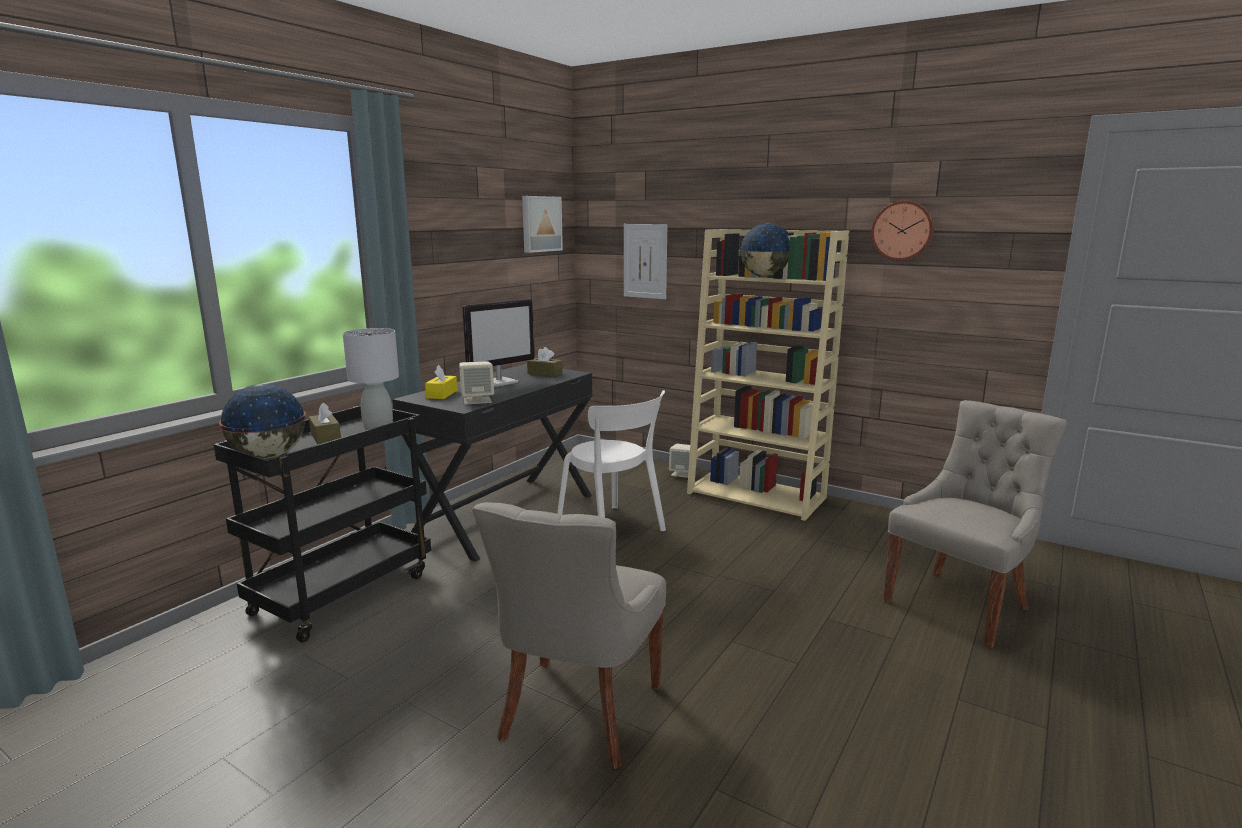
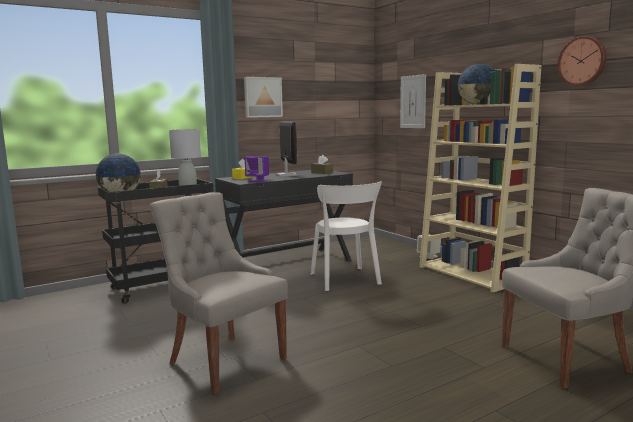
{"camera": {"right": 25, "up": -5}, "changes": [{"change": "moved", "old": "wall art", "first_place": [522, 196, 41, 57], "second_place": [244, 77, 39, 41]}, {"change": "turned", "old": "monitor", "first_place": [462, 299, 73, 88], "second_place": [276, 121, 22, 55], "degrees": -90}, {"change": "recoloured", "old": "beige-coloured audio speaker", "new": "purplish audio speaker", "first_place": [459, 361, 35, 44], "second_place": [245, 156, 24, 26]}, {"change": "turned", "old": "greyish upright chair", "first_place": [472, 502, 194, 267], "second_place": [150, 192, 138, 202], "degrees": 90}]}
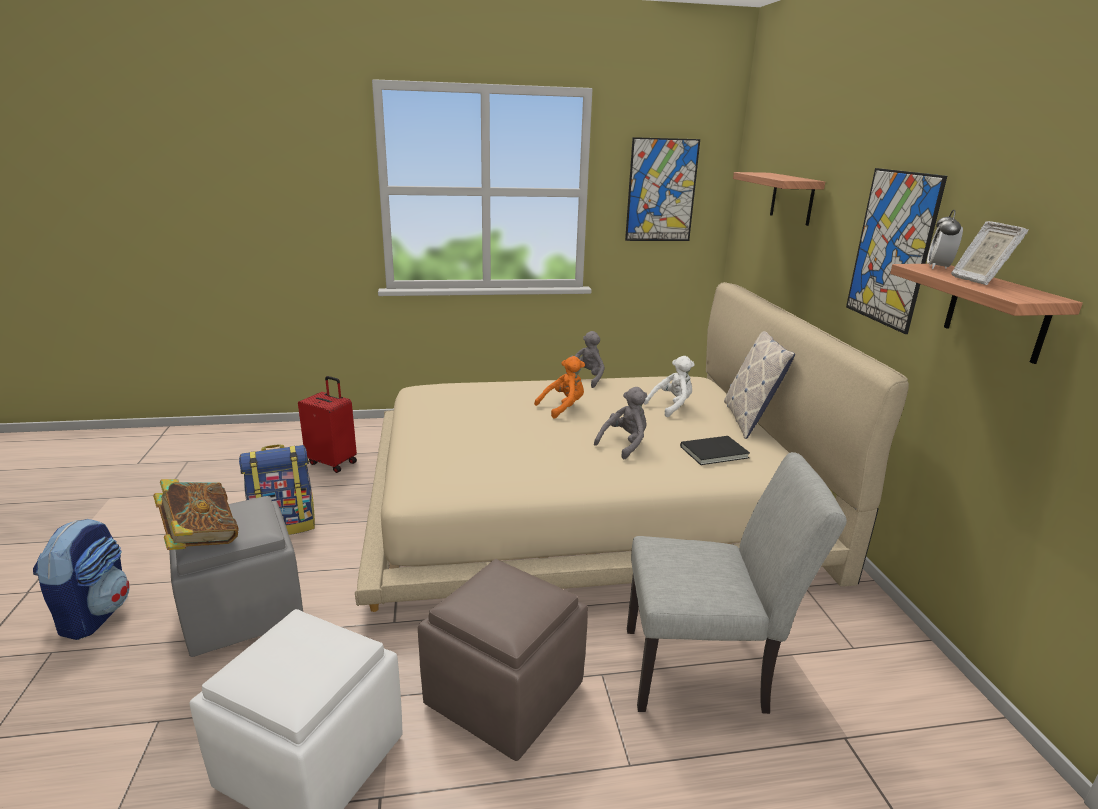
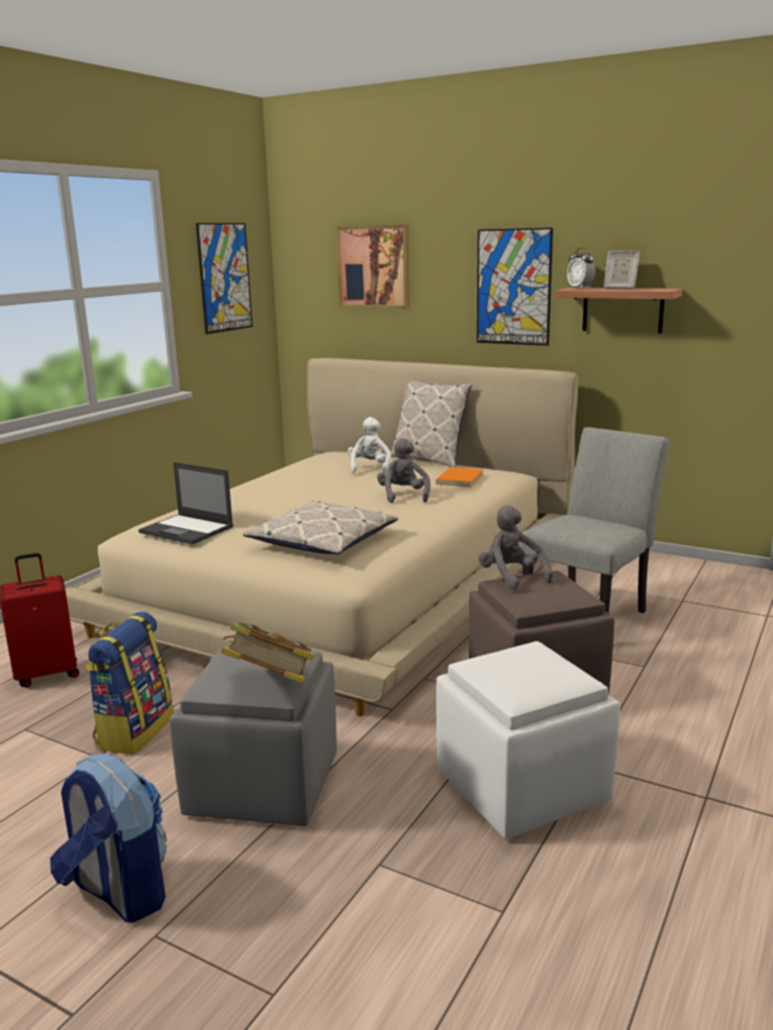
{"camera": {"right": -50, "up": -5}, "changes": [{"change": "replaced", "old": "bracket shelf", "new": "wall art", "first_place": [733, 172, 92, 54], "second_place": [336, 224, 74, 85]}, {"change": "moved", "old": "greyish soft toy", "first_place": [570, 331, 35, 57], "second_place": [479, 505, 74, 85]}, {"change": "removed", "old": "orange-coloured soft toy", "first_place": [534, 356, 51, 63]}, {"change": "recoloured", "old": "blackish bound book", "new": "orange-coloured bound book", "first_place": [680, 436, 70, 29], "second_place": [436, 467, 48, 20]}, {"change": "added", "new": "laptop", "second_place": [138, 462, 95, 83]}, {"change": "added", "new": "throw pillow", "second_place": [243, 501, 156, 54]}]}
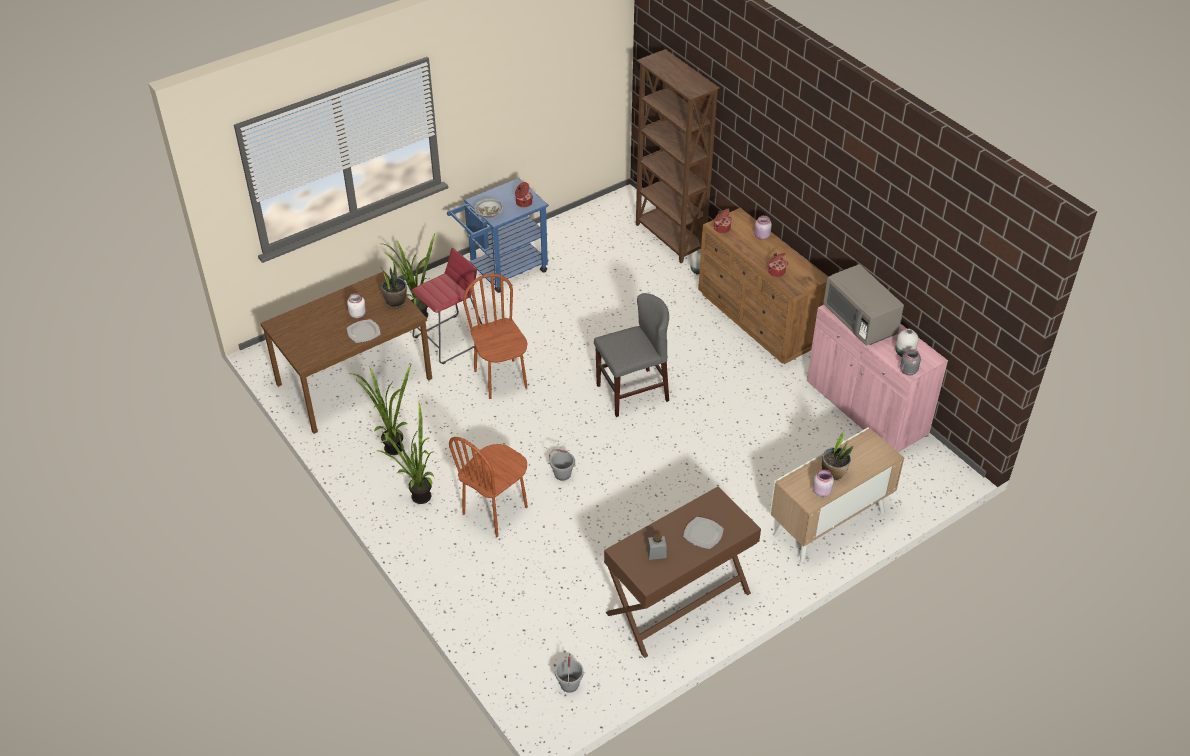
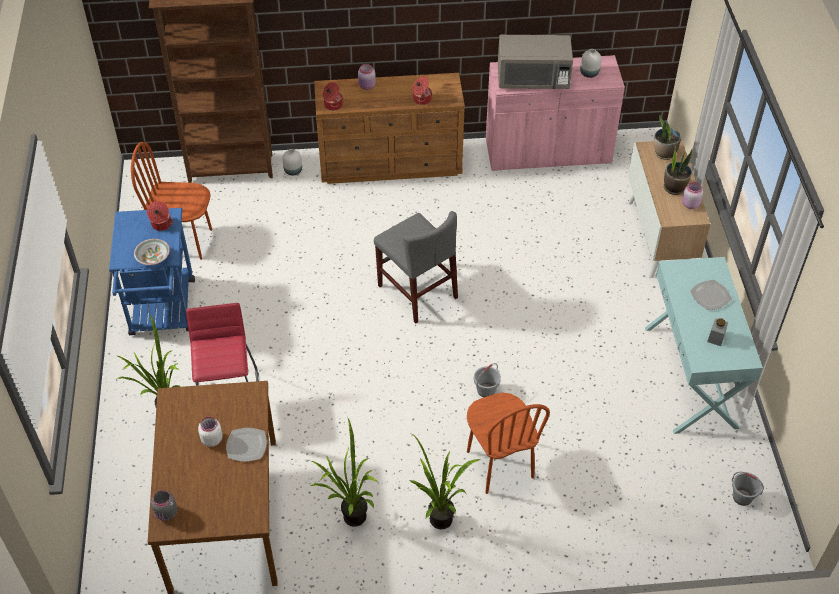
{"camera": {"right": -60, "up": 5}, "changes": [{"change": "moved", "old": "potted plant", "first_place": [380, 261, 27, 48], "second_place": [654, 115, 27, 45]}, {"change": "moved", "old": "brown-coloured upright chair", "first_place": [463, 273, 64, 126], "second_place": [131, 142, 81, 118]}, {"change": "turned", "old": "greyish upright chair", "first_place": [594, 293, 75, 124], "second_place": [374, 211, 84, 112], "degrees": 135}, {"change": "moved", "old": "greyish preserve jar", "first_place": [900, 349, 21, 26], "second_place": [151, 490, 26, 31]}, {"change": "recoloured", "old": "brown-coloured console table", "new": "turquoise-coloured console table", "first_place": [604, 486, 157, 172], "second_place": [645, 257, 118, 177]}]}
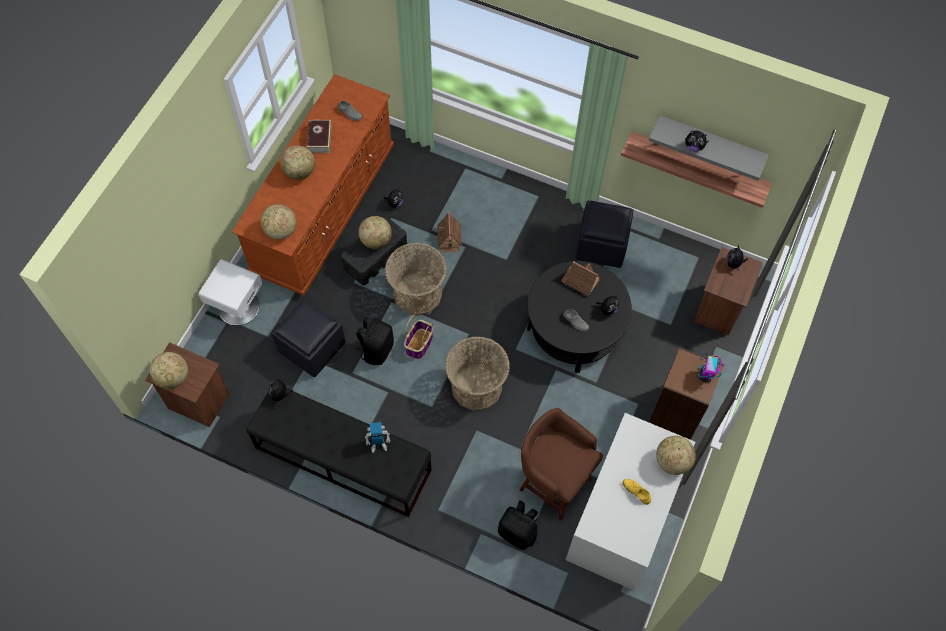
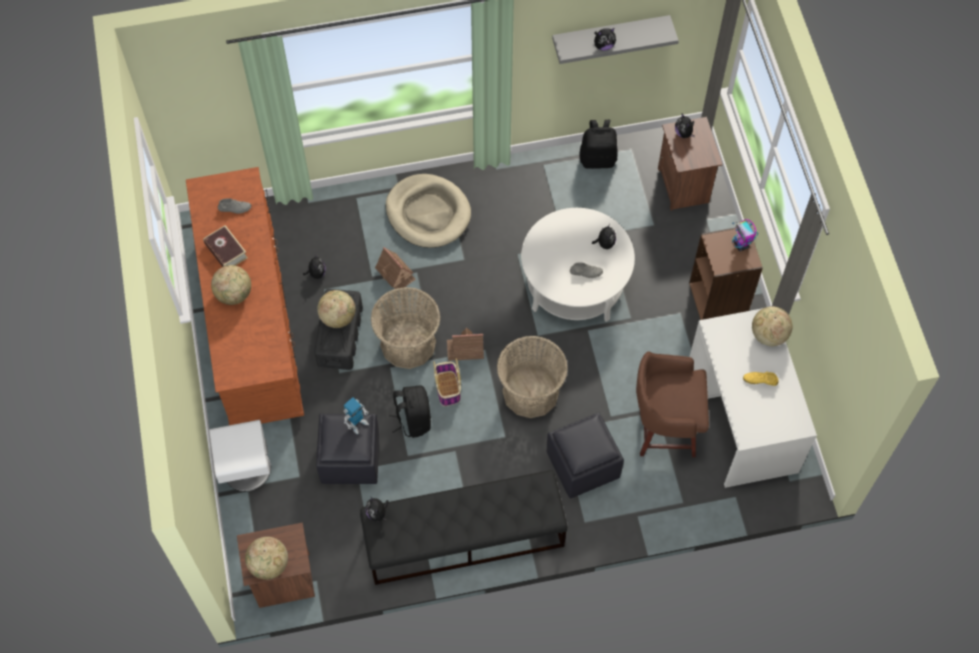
{"camera": {"right": -35, "up": 0}, "changes": [{"change": "removed", "old": "bracket shelf", "first_place": [621, 132, 151, 76]}, {"change": "moved", "old": "blackish ottoman", "first_place": [576, 200, 57, 68], "second_place": [547, 412, 77, 87]}, {"change": "removed", "old": "globe", "first_place": [261, 204, 35, 35]}, {"change": "recoloured", "old": "blackish low table", "new": "white low table", "first_place": [527, 261, 105, 112], "second_place": [521, 208, 114, 114]}, {"change": "moved", "old": "model house", "first_place": [561, 261, 39, 35], "second_place": [447, 328, 37, 33]}, {"change": "moved", "old": "robot figure", "first_place": [365, 422, 25, 31], "second_place": [344, 397, 25, 37]}, {"change": "moved", "old": "blackish knapsack", "first_place": [498, 500, 40, 50], "second_place": [579, 120, 39, 49]}, {"change": "added", "new": "beige-coloured dog bed", "second_place": [386, 174, 85, 74]}]}
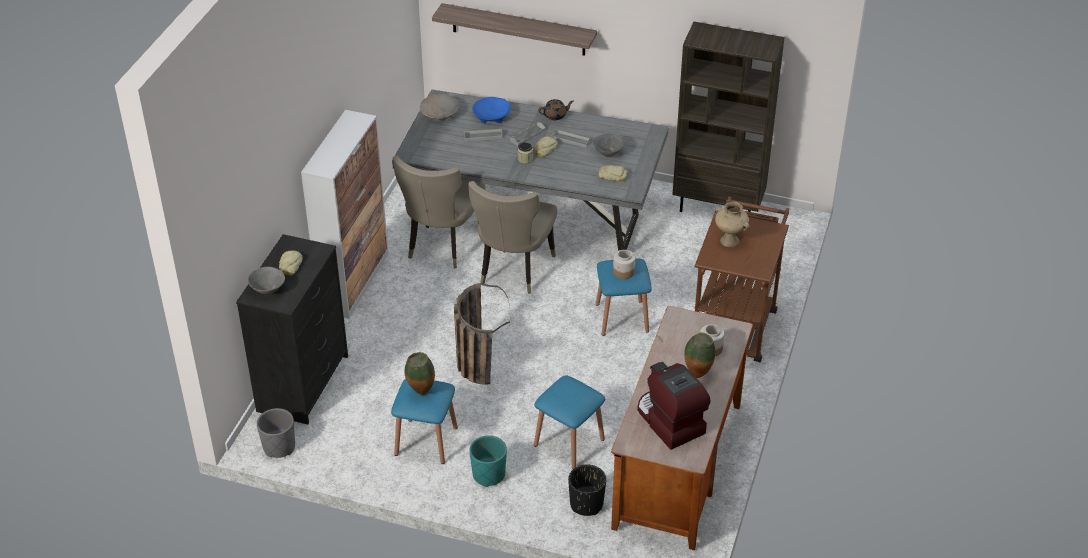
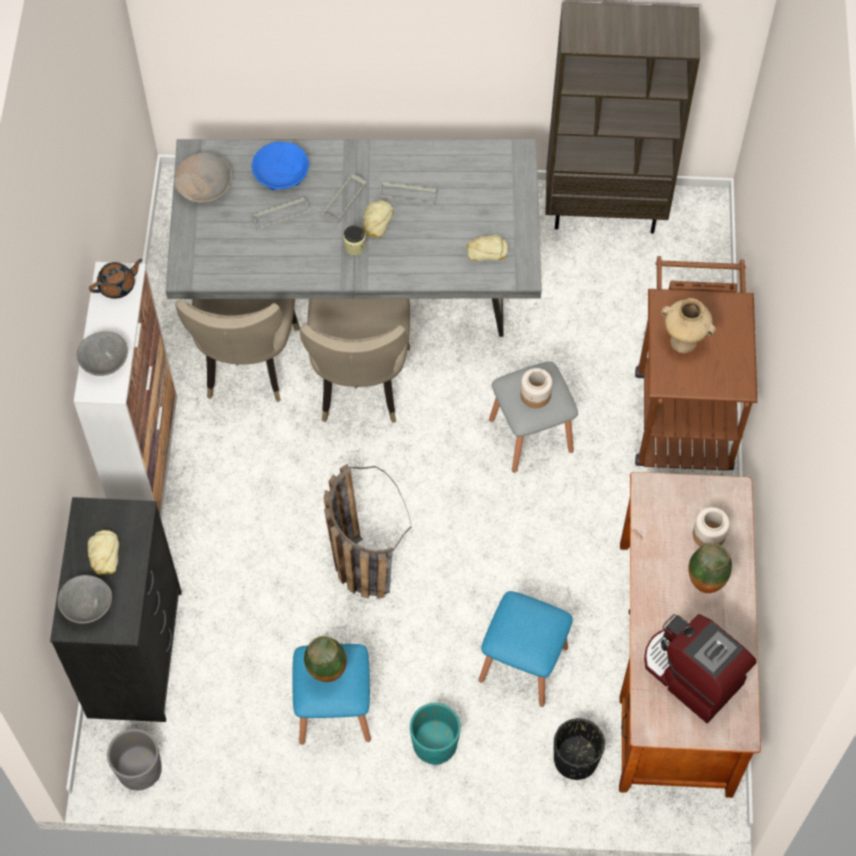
{"camera": {"right": -15, "up": 20}, "changes": [{"change": "removed", "old": "bracket shelf", "first_place": [432, 3, 165, 53]}, {"change": "moved", "old": "brown-coloured tea pot", "first_place": [538, 99, 36, 21], "second_place": [89, 259, 53, 40]}, {"change": "moved", "old": "greyish serving bowl", "first_place": [593, 134, 32, 23], "second_place": [76, 331, 52, 45]}, {"change": "recoloured", "old": "bluish stool", "new": "greyish stool", "first_place": [596, 258, 56, 78], "second_place": [489, 361, 89, 111]}]}
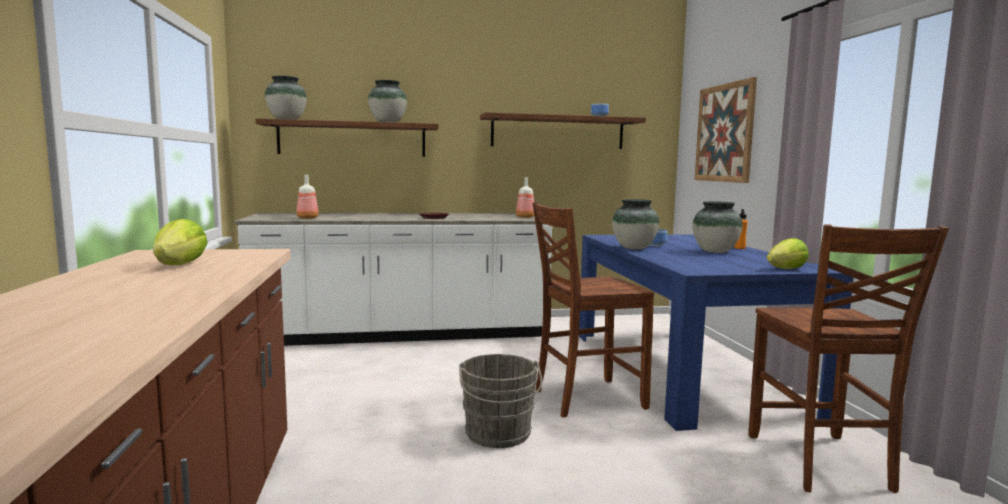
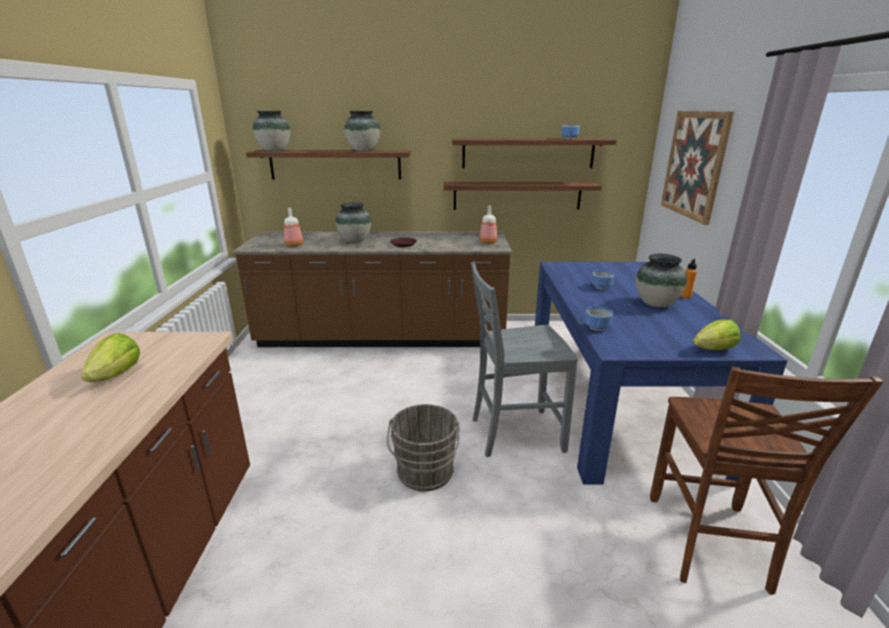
{"camera": {"right": 10, "up": 15}, "changes": [{"change": "moved", "old": "decorative vase", "first_place": [612, 199, 47, 51], "second_place": [335, 202, 36, 41]}, {"change": "recoloured", "old": "brown-coloured upright chair", "new": "greyish upright chair", "first_place": [532, 202, 122, 216], "second_place": [471, 262, 107, 195]}, {"change": "recoloured", "old": "white kitchen base unit", "new": "brown-coloured kitchen base unit", "first_place": [235, 213, 317, 133], "second_place": [232, 231, 280, 116]}, {"change": "added", "new": "bracket shelf", "second_place": [443, 181, 159, 29]}, {"change": "added", "new": "serving bowl", "second_place": [585, 306, 28, 25]}]}
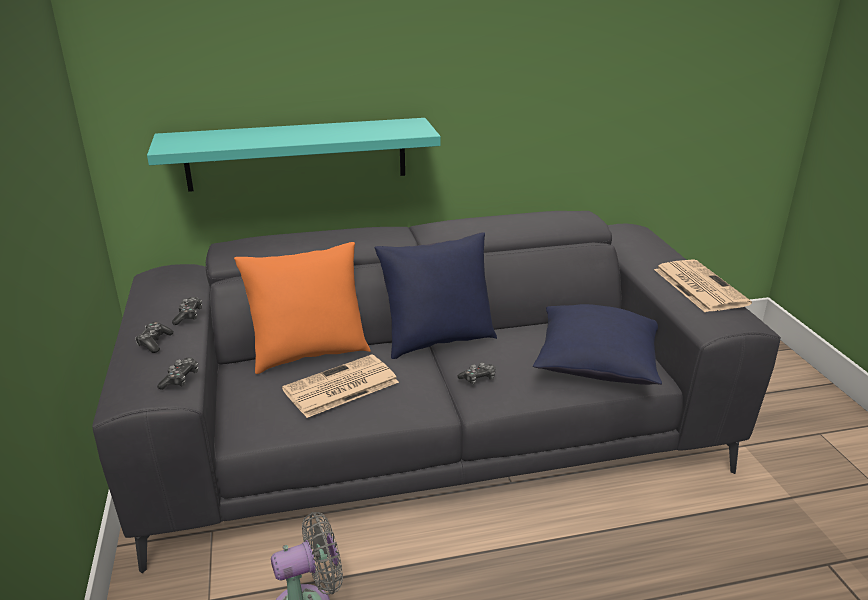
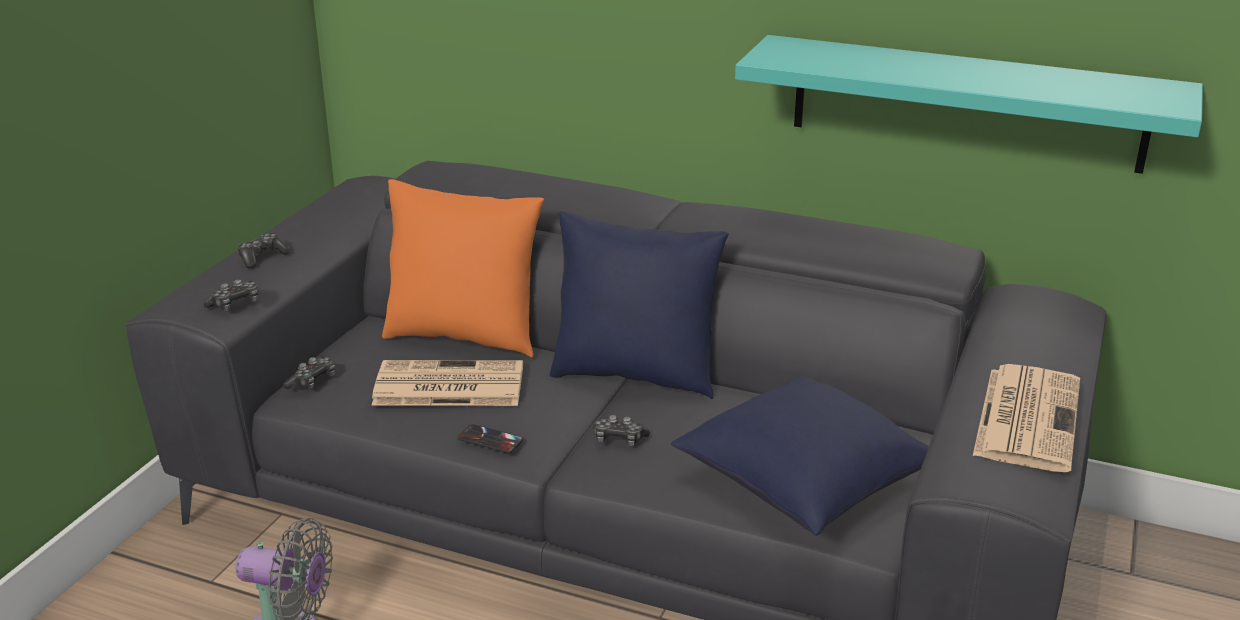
{"camera": {"right": 35, "up": 0}, "changes": [{"change": "moved", "old": "turquoise-coloured bracket shelf", "first_place": [147, 118, 294, 74], "second_place": [735, 35, 468, 139]}, {"change": "moved", "old": "game controller", "first_place": [172, 297, 30, 28], "second_place": [283, 357, 52, 33]}, {"change": "added", "new": "handset", "second_place": [458, 424, 65, 29]}]}
